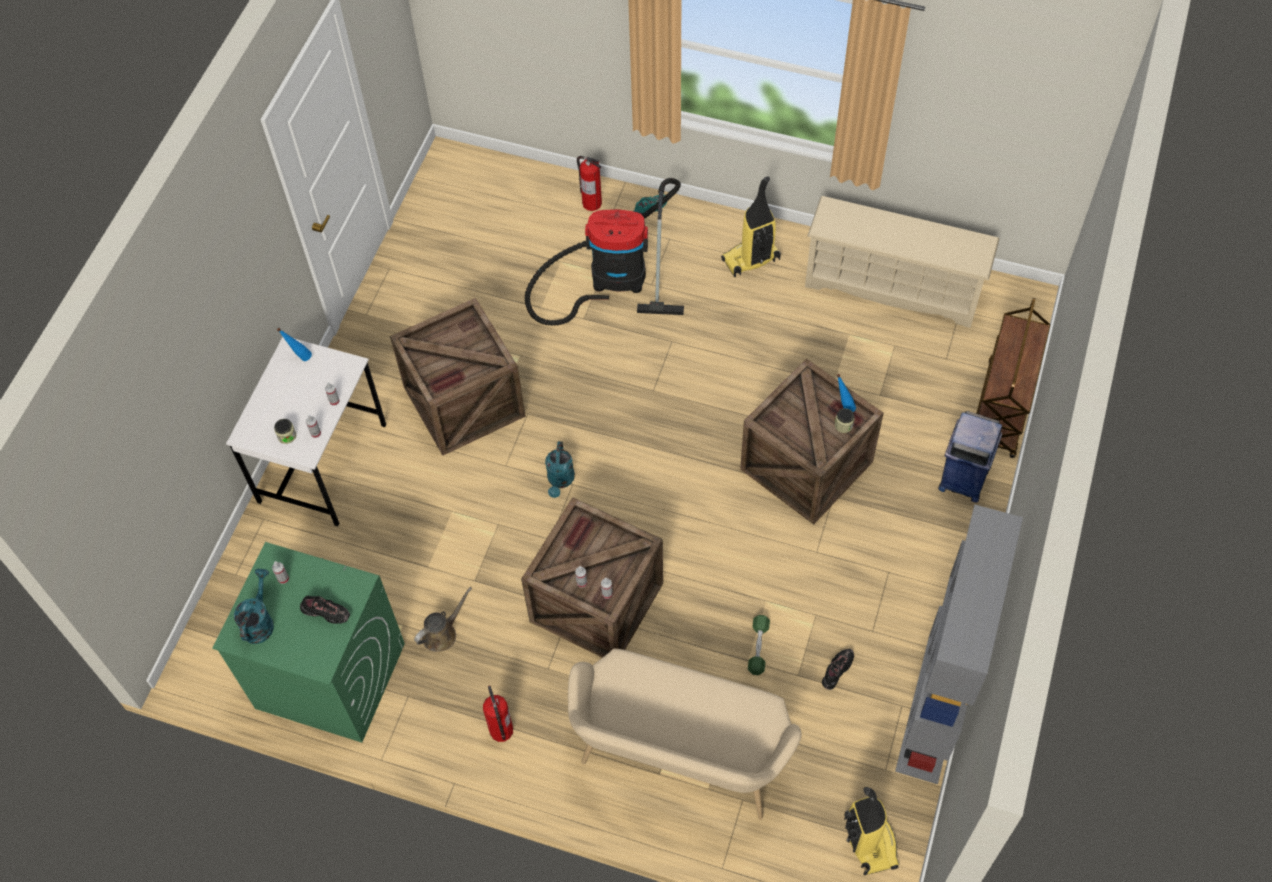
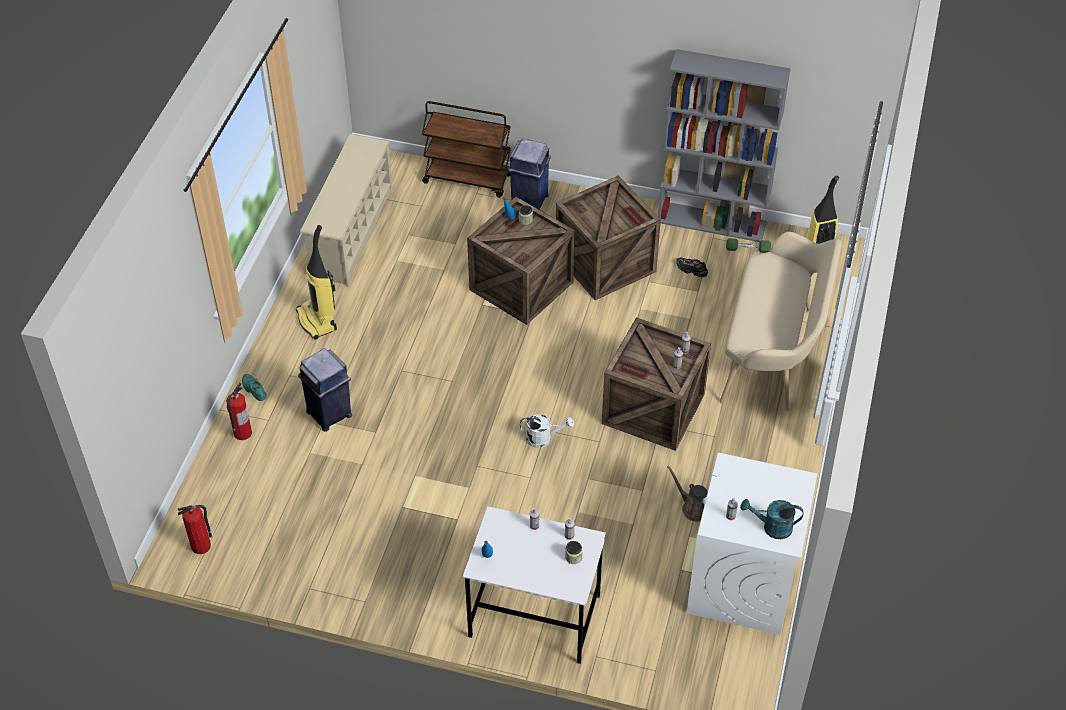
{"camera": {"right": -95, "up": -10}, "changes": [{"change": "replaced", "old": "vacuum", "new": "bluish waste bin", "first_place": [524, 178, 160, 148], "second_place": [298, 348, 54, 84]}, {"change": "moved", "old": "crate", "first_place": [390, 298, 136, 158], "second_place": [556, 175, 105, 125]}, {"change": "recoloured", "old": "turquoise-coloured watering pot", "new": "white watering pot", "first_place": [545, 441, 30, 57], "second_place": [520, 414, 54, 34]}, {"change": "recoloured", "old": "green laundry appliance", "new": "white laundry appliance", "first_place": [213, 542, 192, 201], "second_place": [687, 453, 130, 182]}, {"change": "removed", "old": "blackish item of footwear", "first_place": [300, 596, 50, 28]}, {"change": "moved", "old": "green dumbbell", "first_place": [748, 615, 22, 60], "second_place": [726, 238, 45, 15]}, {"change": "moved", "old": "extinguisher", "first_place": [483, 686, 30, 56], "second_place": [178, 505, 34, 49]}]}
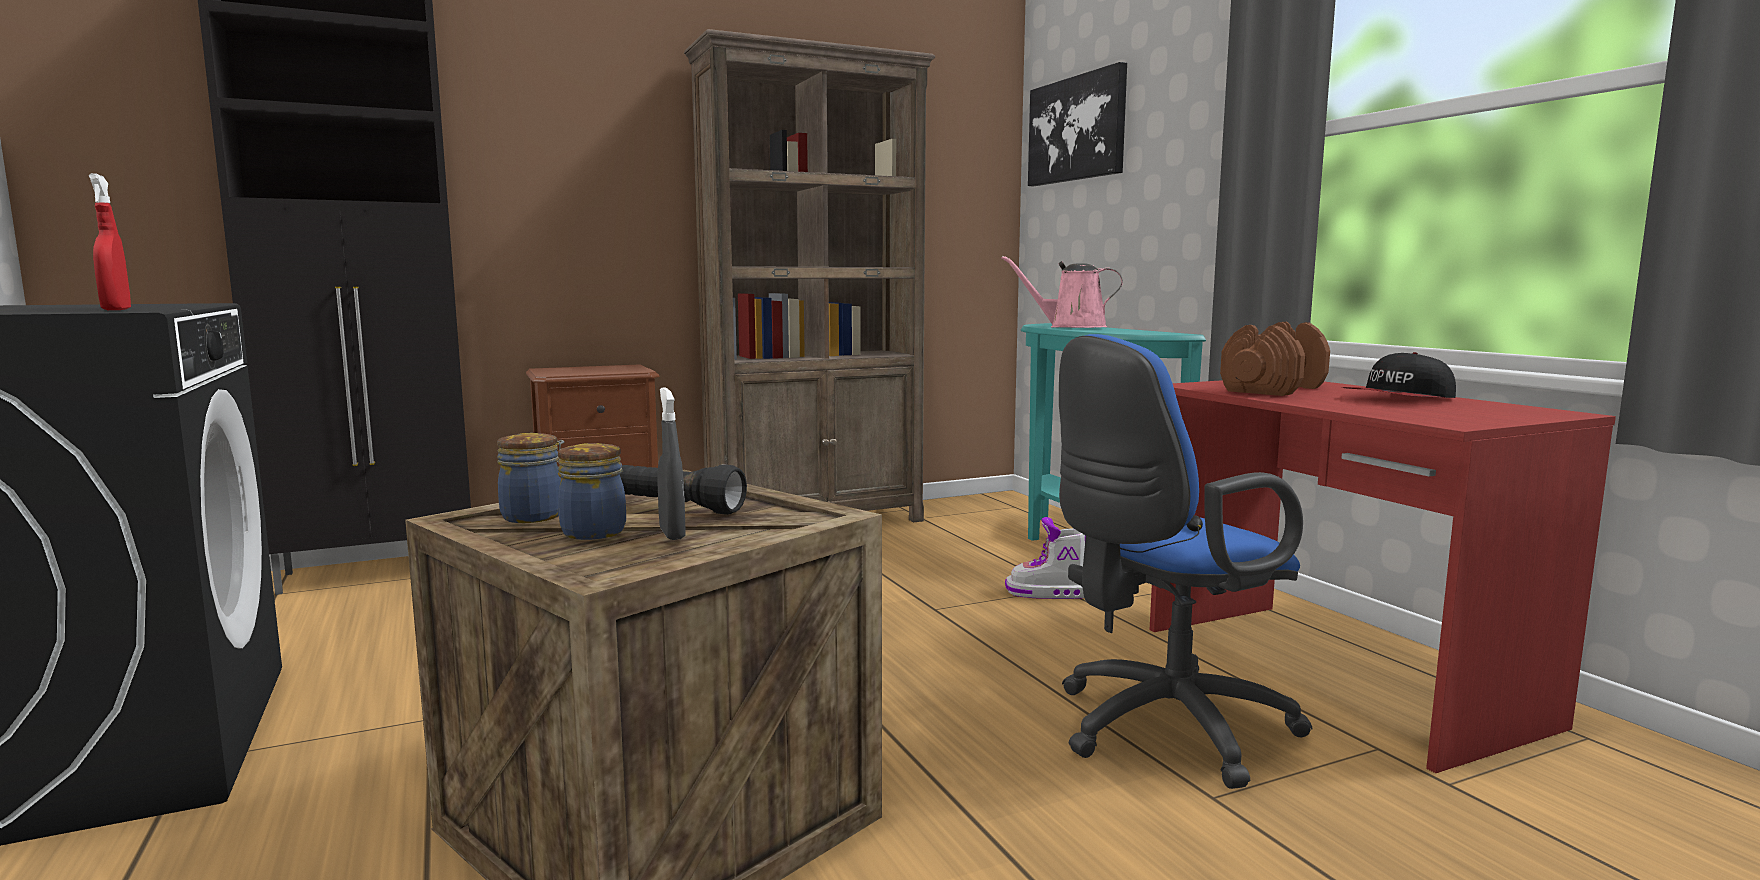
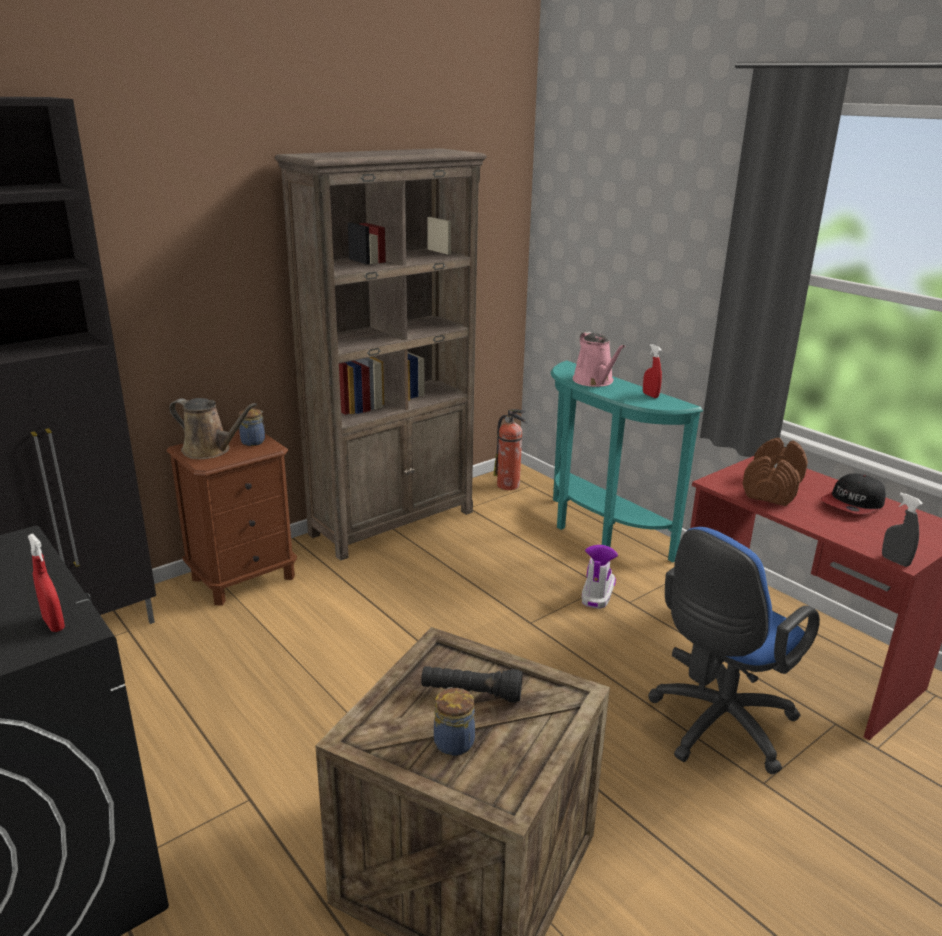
{"camera": {"right": -15, "up": 15}, "changes": [{"change": "removed", "old": "wall art", "first_place": [1028, 62, 99, 124]}, {"change": "turned", "old": "pink watering pot", "first_place": [1001, 256, 122, 72], "second_place": [573, 332, 52, 55], "degrees": -105}, {"change": "moved", "old": "greyish hand sprayer", "first_place": [657, 388, 29, 152], "second_place": [882, 493, 41, 74]}, {"change": "moved", "old": "preserve jar", "first_place": [497, 433, 67, 90], "second_place": [239, 409, 26, 37]}, {"change": "turned", "old": "boot", "first_place": [1005, 517, 81, 82], "second_place": [582, 545, 36, 64], "degrees": 120}, {"change": "added", "new": "reddish hand sprayer", "second_place": [643, 344, 19, 54]}, {"change": "added", "new": "brown-coloured watering pot", "second_place": [169, 398, 88, 61]}, {"change": "added", "new": "extinguisher", "second_place": [493, 409, 34, 81]}]}
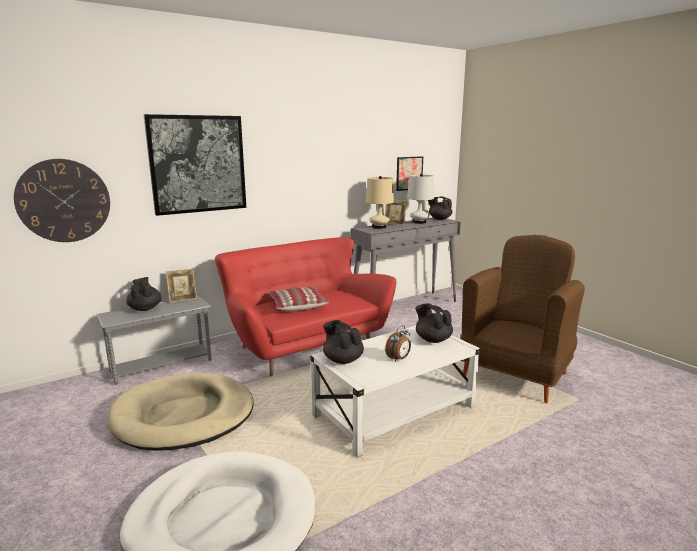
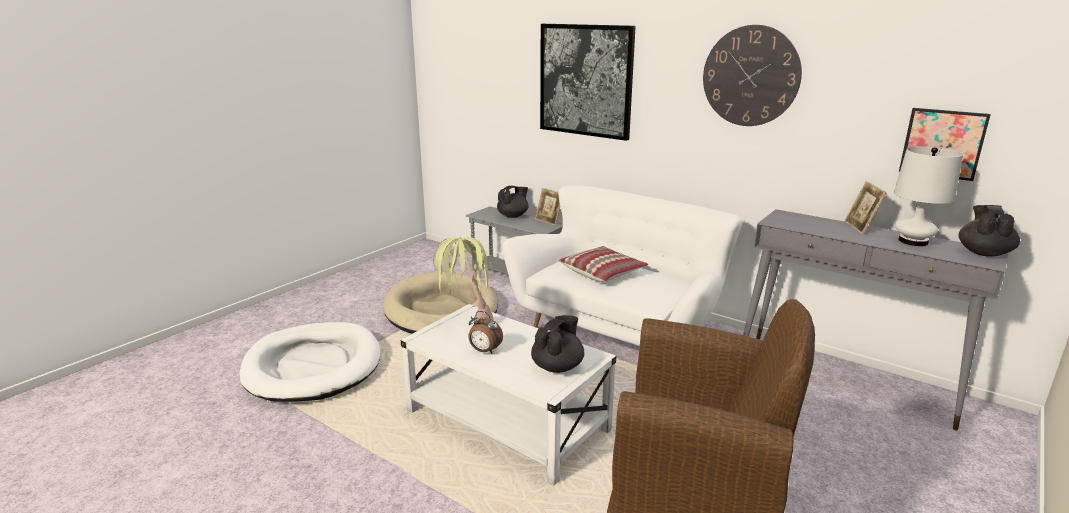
{"camera": {"right": 70, "up": 5}, "changes": [{"change": "moved", "old": "hanging clock", "first_place": [14, 159, 96, 83], "second_place": [703, 25, 99, 101]}, {"change": "removed", "old": "beige-coloured tabletop lamp", "first_place": [366, 176, 28, 53]}, {"change": "recoloured", "old": "reddish sofa", "new": "white sofa", "first_place": [215, 237, 181, 139], "second_place": [503, 185, 240, 161]}, {"change": "replaced", "old": "blackish tea pot", "new": "potted plant", "first_place": [323, 320, 41, 44], "second_place": [433, 237, 60, 83]}]}
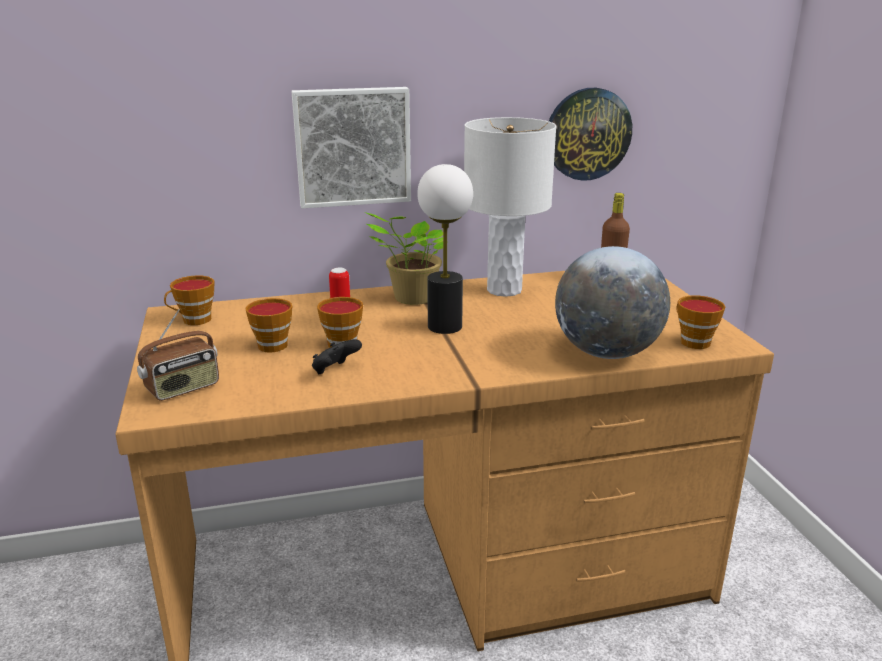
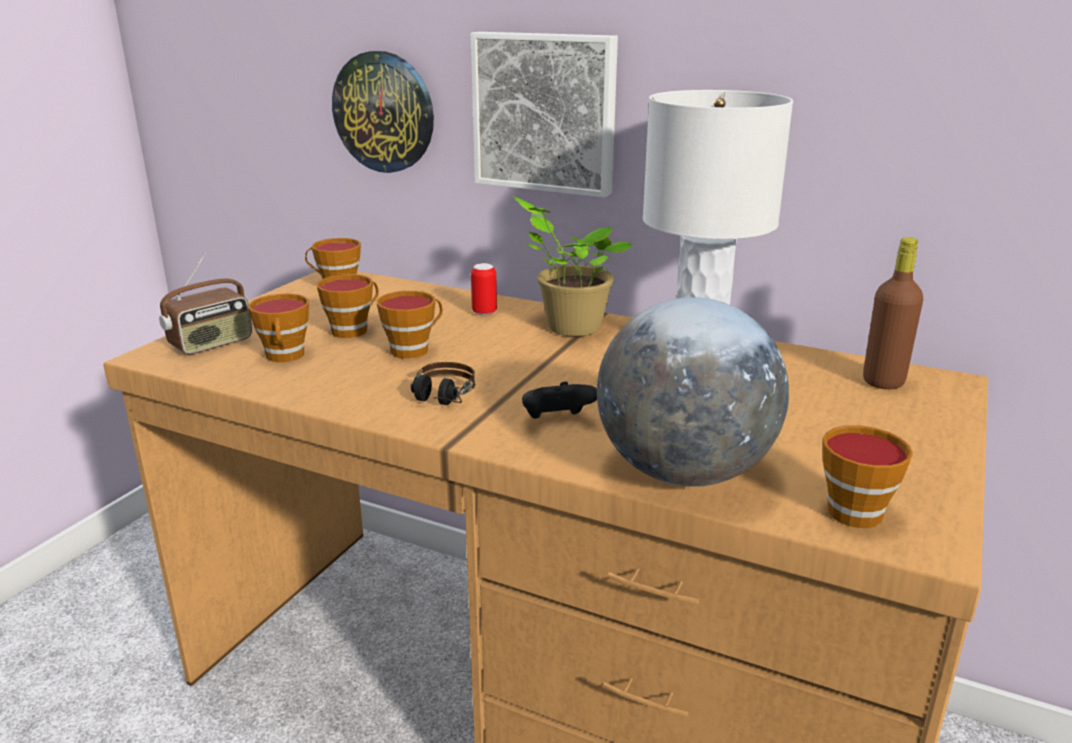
{"camera": {"right": 40, "up": 0}, "changes": [{"change": "moved", "old": "hanging clock", "first_place": [549, 88, 83, 93], "second_place": [332, 51, 102, 122]}, {"change": "removed", "old": "tabletop lamp", "first_place": [417, 164, 56, 170]}, {"change": "turned", "old": "radio set", "first_place": [137, 309, 82, 92], "second_place": [159, 253, 93, 102], "degrees": -45}, {"change": "moved", "old": "blackish game controller", "first_place": [312, 339, 50, 35], "second_place": [522, 382, 75, 37]}, {"change": "added", "new": "cup", "second_place": [248, 294, 61, 68]}, {"change": "added", "new": "headphones", "second_place": [410, 362, 65, 43]}]}
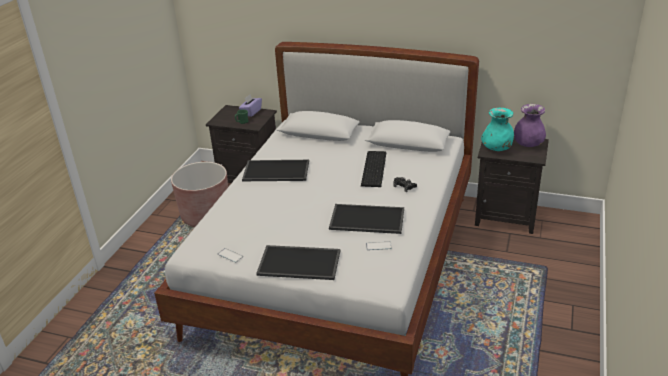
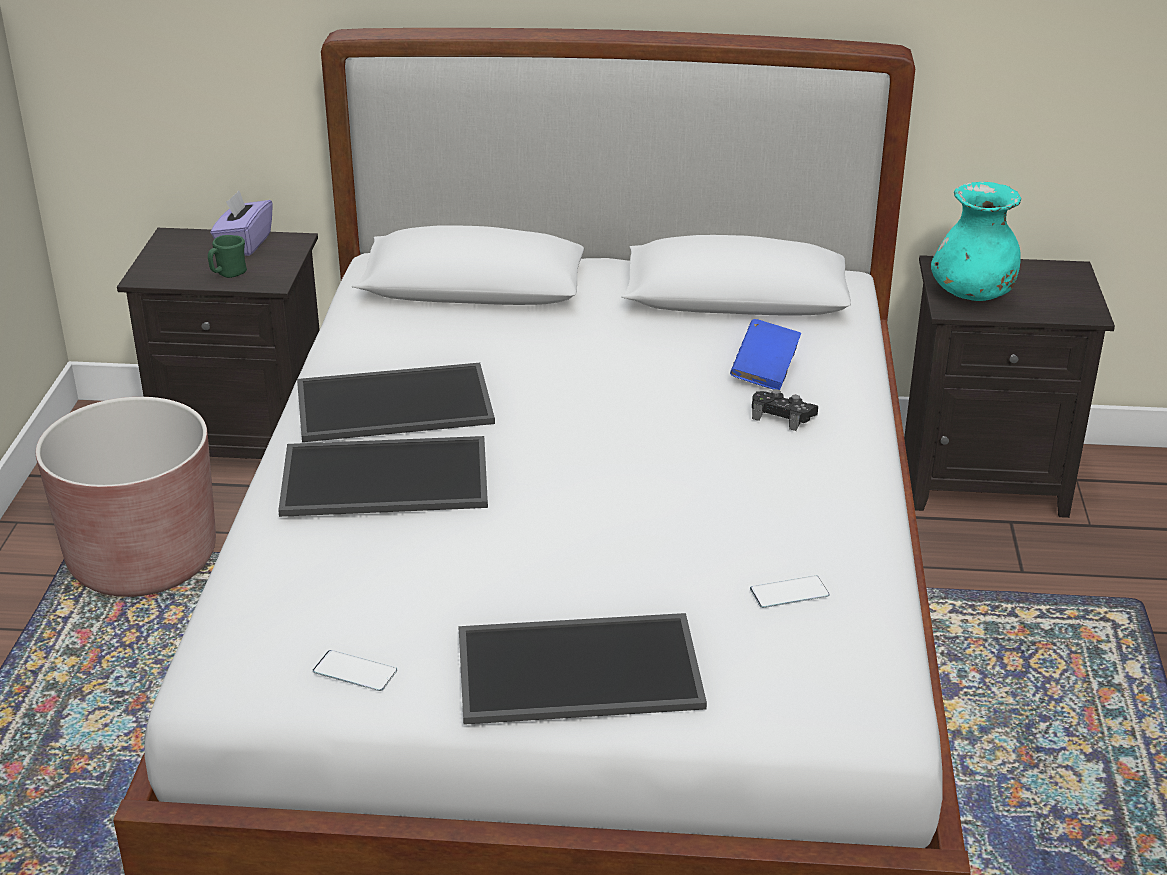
{"camera": {"right": -15, "up": 0}, "changes": [{"change": "removed", "old": "purplish decorative vase", "first_place": [514, 104, 32, 43]}, {"change": "removed", "old": "PC keyboard", "first_place": [361, 151, 26, 36]}, {"change": "moved", "old": "serving tray", "first_place": [329, 204, 75, 30], "second_place": [278, 436, 210, 81]}, {"change": "added", "new": "bluish bound book", "second_place": [730, 319, 71, 71]}]}
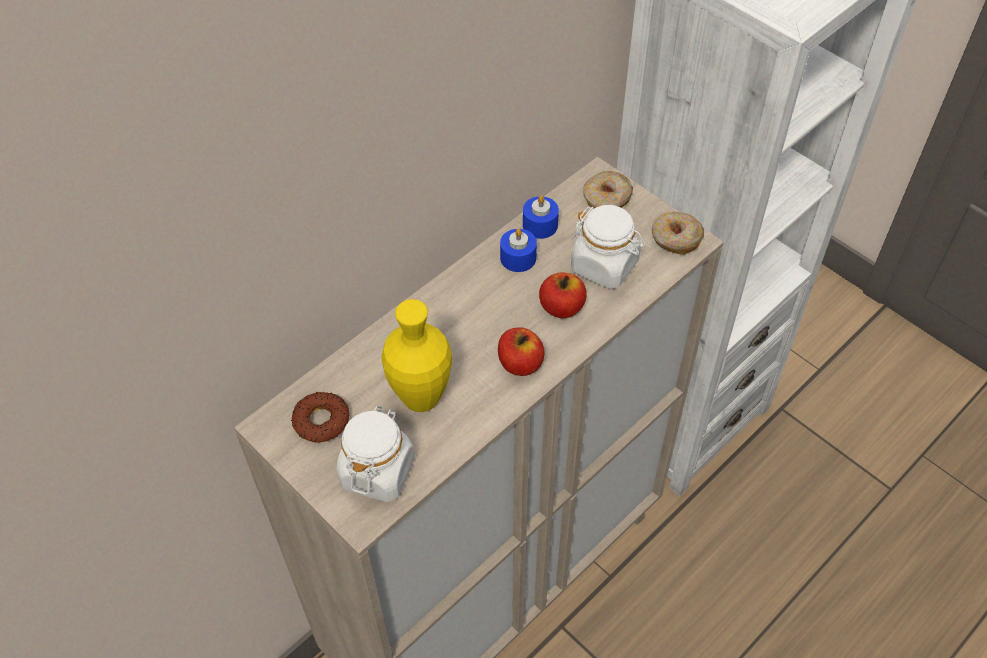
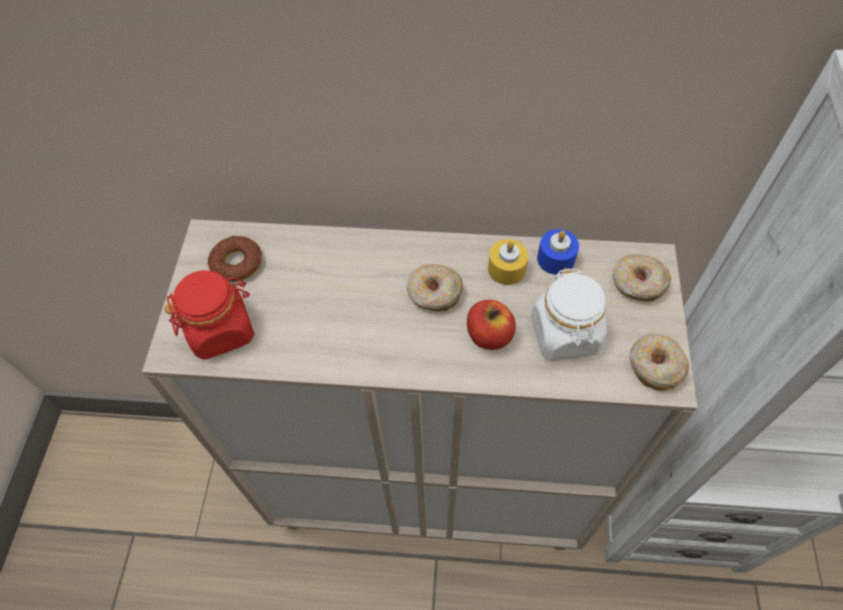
{"camera": {"right": 50, "up": 5}, "changes": [{"change": "recoloured", "old": "bluish wax candle", "new": "yellowish wax candle", "first_place": [500, 228, 37, 44], "second_place": [488, 239, 41, 46]}, {"change": "removed", "old": "yellowish decorative vase", "first_place": [381, 299, 71, 113]}, {"change": "removed", "old": "whole apple", "first_place": [498, 327, 46, 49]}, {"change": "recoloured", "old": "white preserve jar", "new": "reddish preserve jar", "first_place": [337, 406, 78, 96], "second_place": [164, 270, 90, 90]}, {"change": "added", "new": "donut", "second_place": [407, 264, 56, 48]}]}
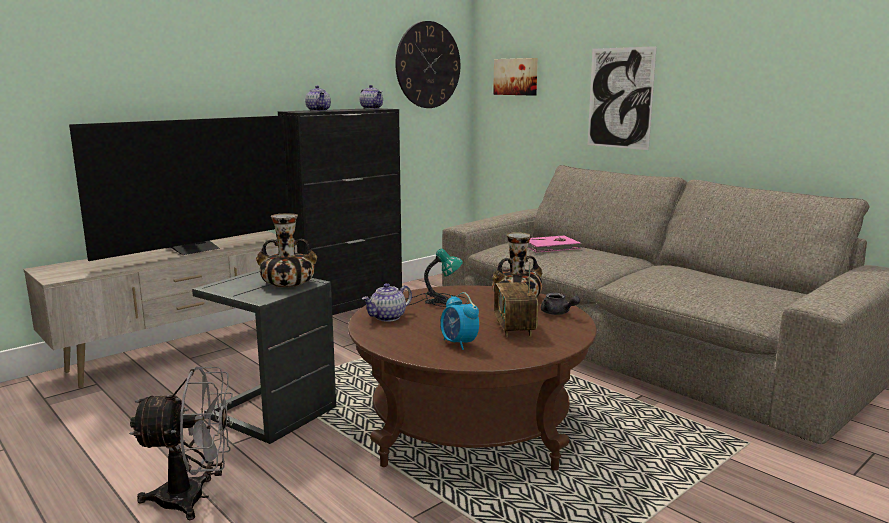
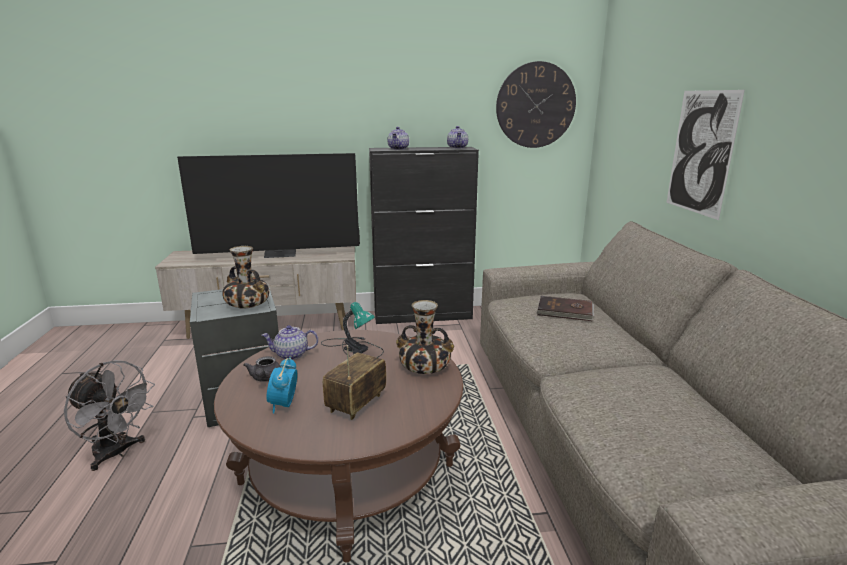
{"camera": {"right": 35, "up": 5}, "changes": [{"change": "removed", "old": "wall art", "first_place": [493, 58, 45, 38]}, {"change": "recoloured", "old": "pink bound book", "new": "brown-coloured bound book", "first_place": [528, 235, 55, 18], "second_place": [537, 296, 57, 25]}, {"change": "moved", "old": "greyish tea pot", "first_place": [541, 293, 39, 22], "second_place": [243, 356, 38, 26]}]}
